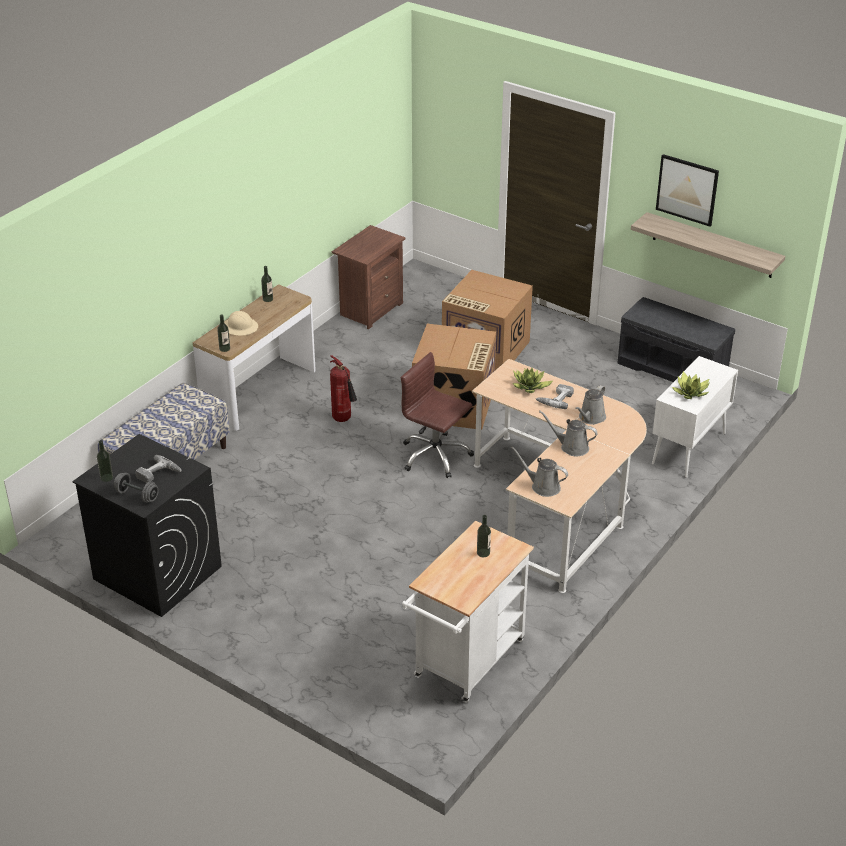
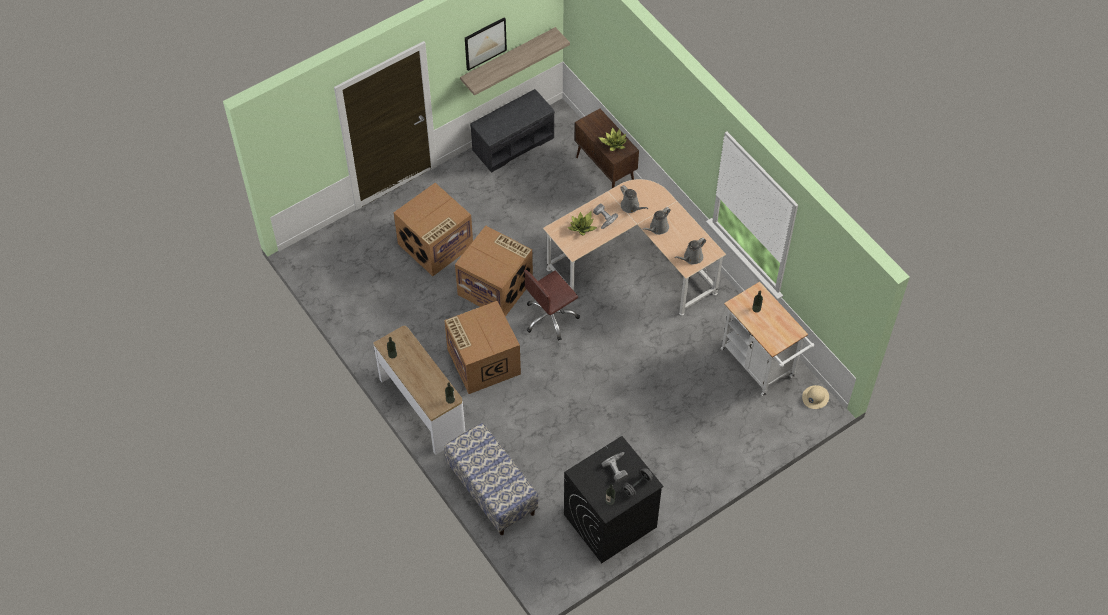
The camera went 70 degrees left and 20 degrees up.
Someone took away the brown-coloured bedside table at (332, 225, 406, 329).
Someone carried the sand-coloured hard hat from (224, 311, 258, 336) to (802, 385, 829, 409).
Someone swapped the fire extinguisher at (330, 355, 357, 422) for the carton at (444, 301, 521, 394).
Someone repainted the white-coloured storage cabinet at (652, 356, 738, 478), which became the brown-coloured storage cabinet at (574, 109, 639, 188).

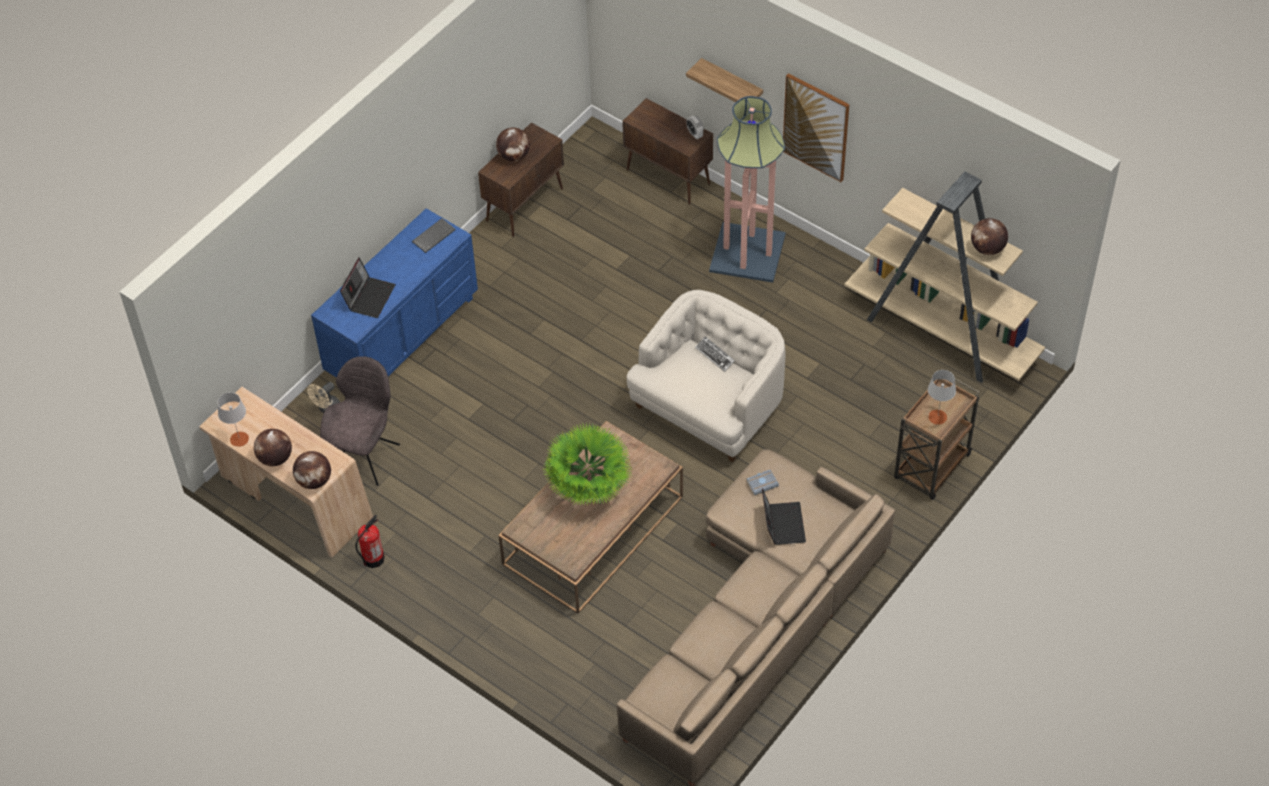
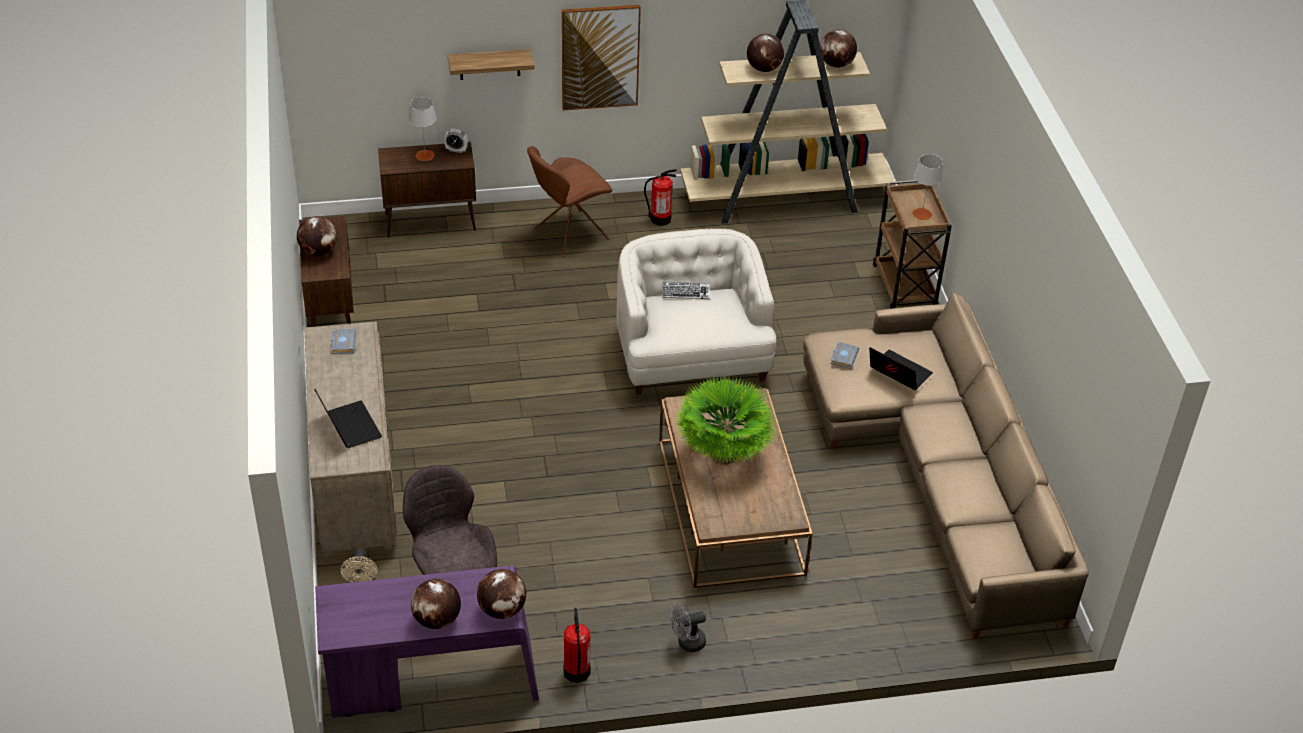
The camera went 50 degrees left and 10 degrees down.
Someone put down the fire extinguisher at (644, 169, 677, 226).
Someone put down the gray electric fan at (670, 604, 706, 652).
Someone put down the desk globe at (747, 34, 784, 72).
Someone carried the gray lamp for a table from (218, 392, 249, 447) to (408, 97, 437, 161).
Someone swapped the computer keyboard at (412, 218, 456, 253) for the gray bound book at (331, 329, 356, 354).
Someone swapped the standing lamp at (709, 96, 786, 283) for the brown-coloured upright chair at (527, 146, 612, 257).
Someone repainted the sand-coloured desk table at (199, 387, 373, 558), which became the purplish desk table at (315, 565, 539, 718).
Someone repainted the blue dresser at (311, 208, 478, 378), which became the sand-coloured dresser at (304, 321, 397, 557).

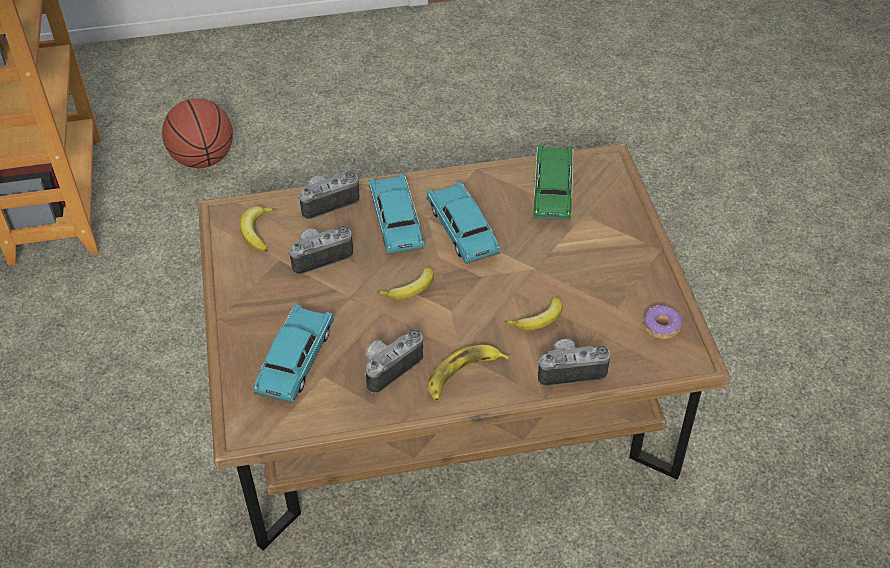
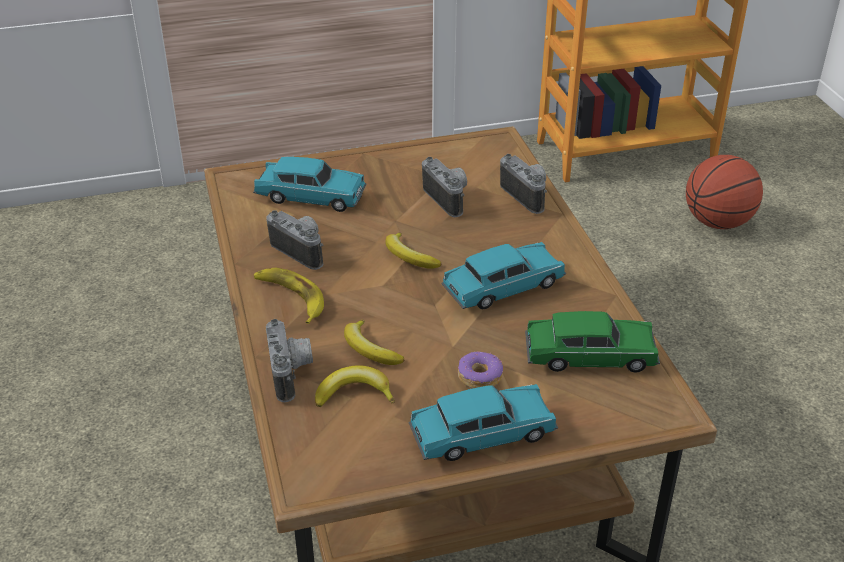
The camera went 85 degrees right and 10 degrees down.
Someone carried the banana from (240, 206, 275, 252) to (315, 365, 395, 407).
Someone carried the turquoise-coloured model car from (369, 174, 425, 255) to (409, 384, 558, 461).
Someone carried the ring doughnut from (643, 305, 682, 339) to (457, 351, 503, 389).

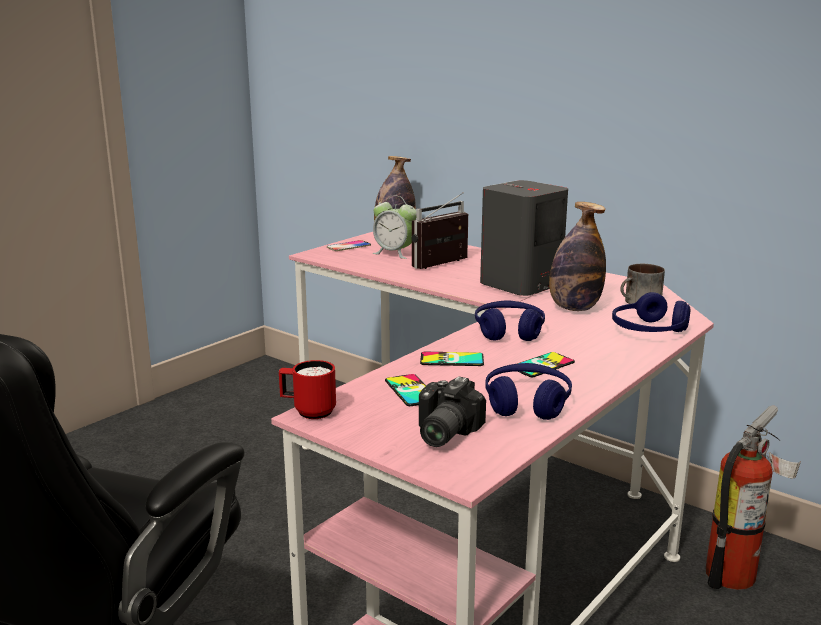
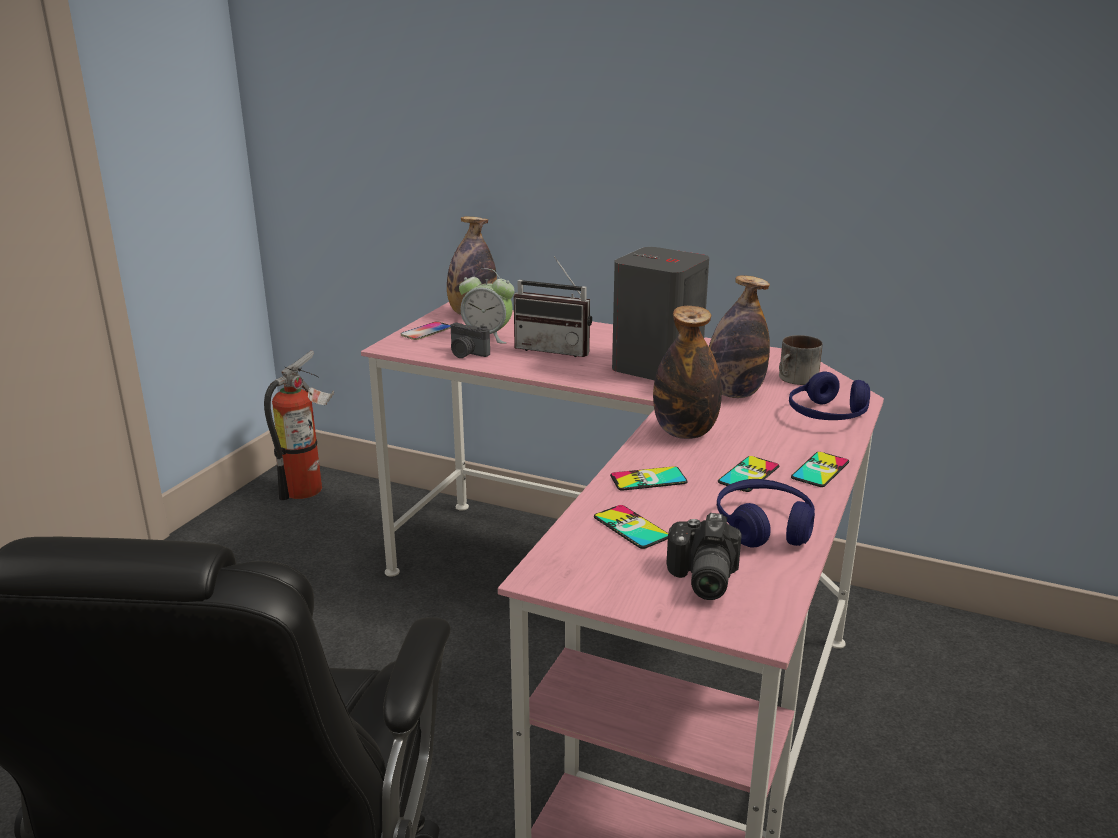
The camera went 15 degrees left and 5 degrees up.
Someone took away the reddish coffee mug at (279, 360, 336, 419).
Someone put down the still camera at (451, 323, 490, 358).
Someone put down the phone at (791, 452, 849, 487).
Someone carried the fire extinguisher from (706, 406, 801, 590) to (264, 351, 334, 500).
Someone swapped the blue pair of headphones at (475, 301, 545, 341) for the beverage bottle at (653, 306, 722, 439).
Someone rotated the radio set at (411, 192, 468, 269) by 105 degrees counterclockwise.

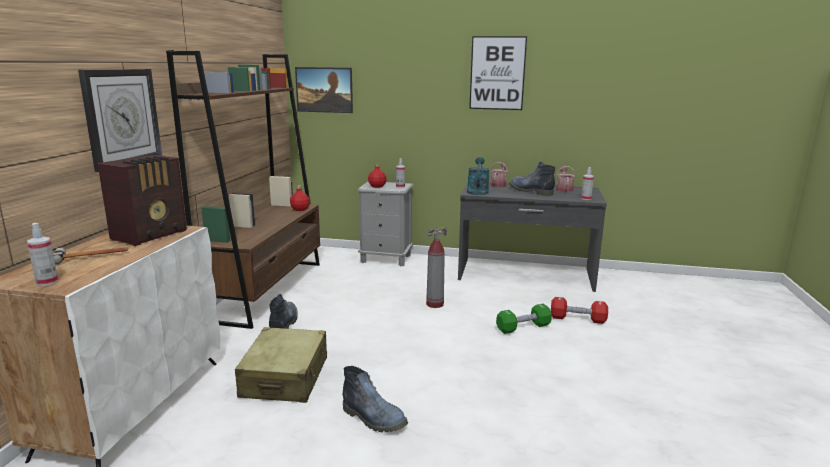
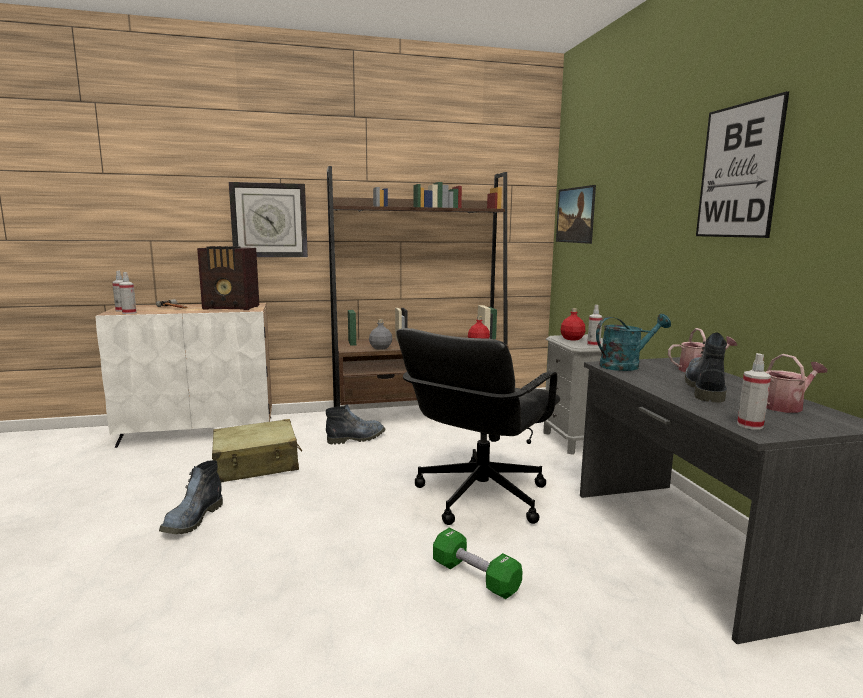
The camera went 65 degrees right and 5 degrees down.
Someone took away the reddish dumbbell at (551, 297, 608, 324).
Someone put down the spray bottle at (119, 272, 137, 314).
Someone put down the gray beverage bottle at (369, 319, 392, 350).
Someone swapped the fire extinguisher at (426, 227, 447, 308) for the blackish computer chair at (396, 328, 560, 525).

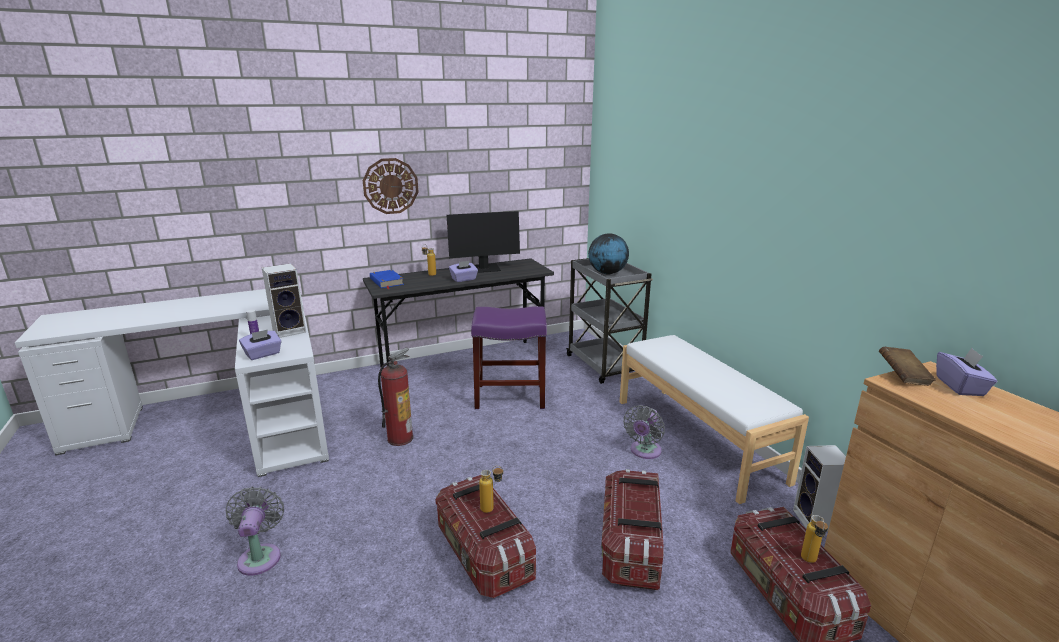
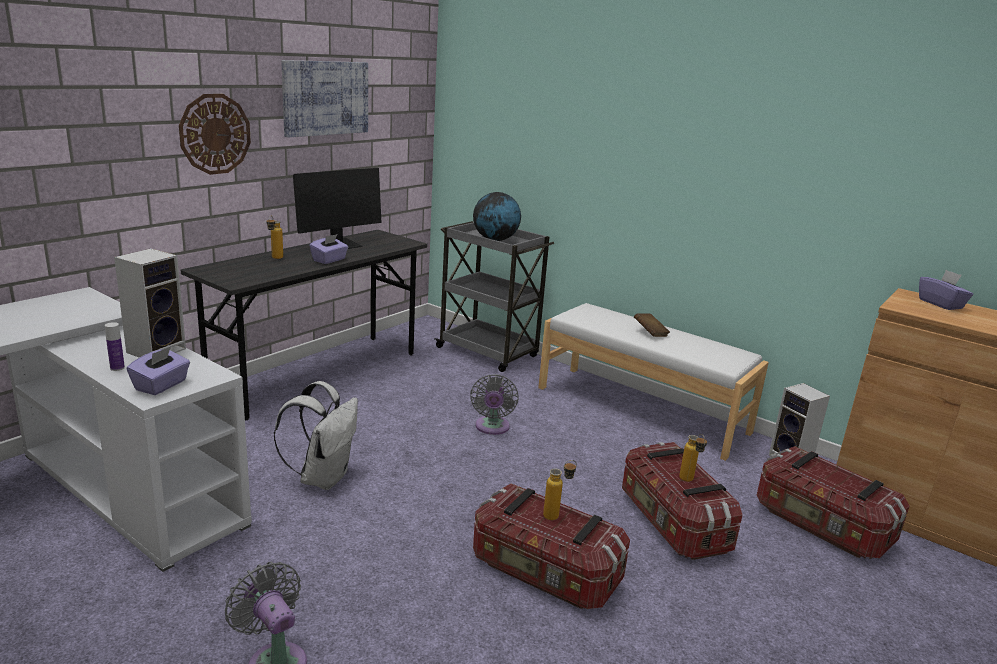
The camera went 30 degrees left and 0 degrees up.
Someone took away the blue bound book at (370, 270, 404, 289).
Someone took away the purplish stool at (471, 306, 547, 409).
Someone put up the picture at (281, 60, 368, 137).
Someone carried the gray electric fan from (623, 405, 665, 459) to (470, 374, 518, 435).
Someone carried the beverage bottle from (801, 515, 828, 563) to (679, 434, 707, 482).
Someone carried the brown-coloured bound book from (879, 347, 936, 386) to (634, 313, 670, 337).
Someone swapped the fire extinguisher at (378, 348, 413, 446) for the white-coloured rucksack at (274, 381, 358, 490).

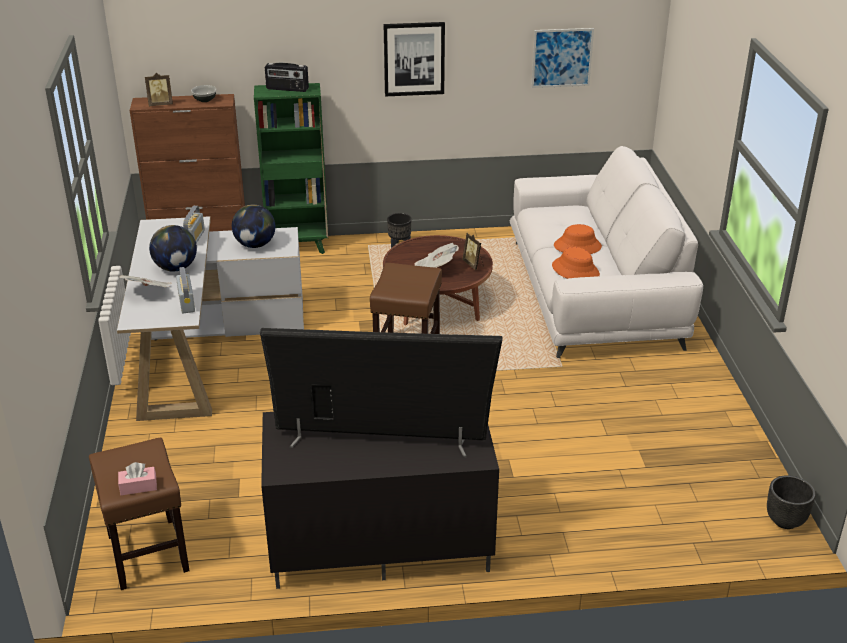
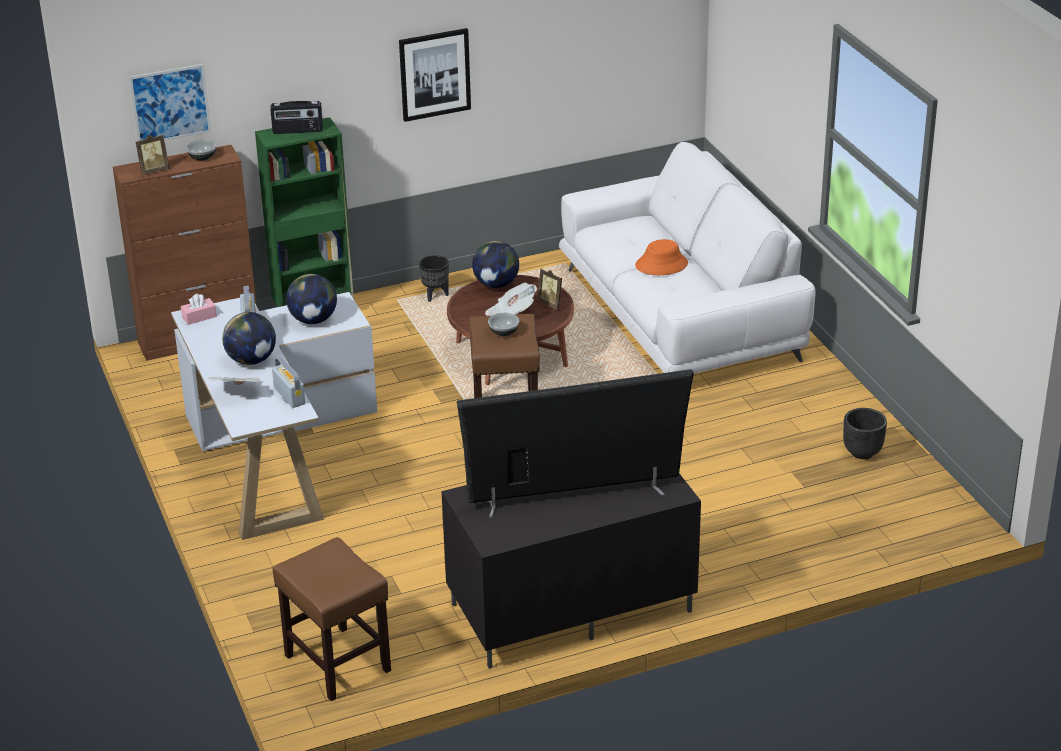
The camera went 15 degrees left and 0 degrees up.
Someone took away the orange clothing hat at (552, 247, 600, 279).
Someone put down the desk globe at (472, 241, 519, 288).
Someone put down the deep dish at (488, 313, 519, 336).
Someone carried the pinkish box of tissues from (118, 462, 157, 495) to (181, 294, 217, 325).
Someone carried the picture from (531, 28, 594, 88) to (129, 64, 211, 141).
Someone carried the blackish planter from (767, 475, 816, 529) to (843, 408, 887, 459).

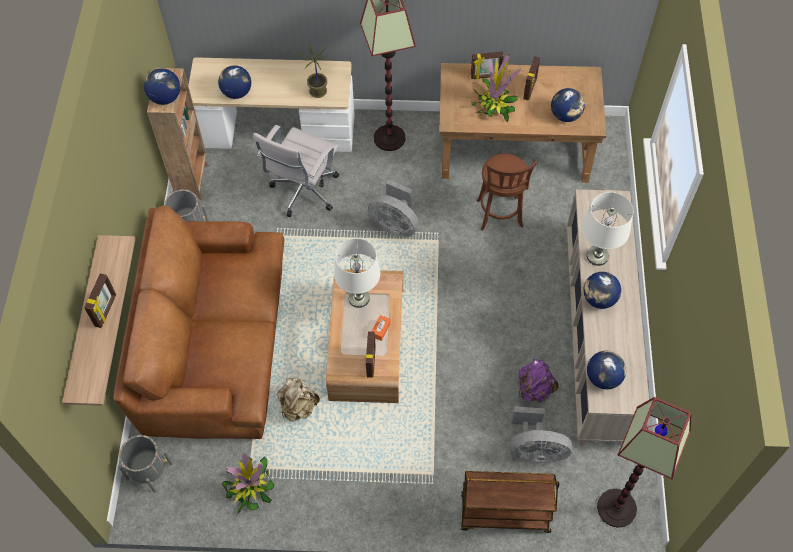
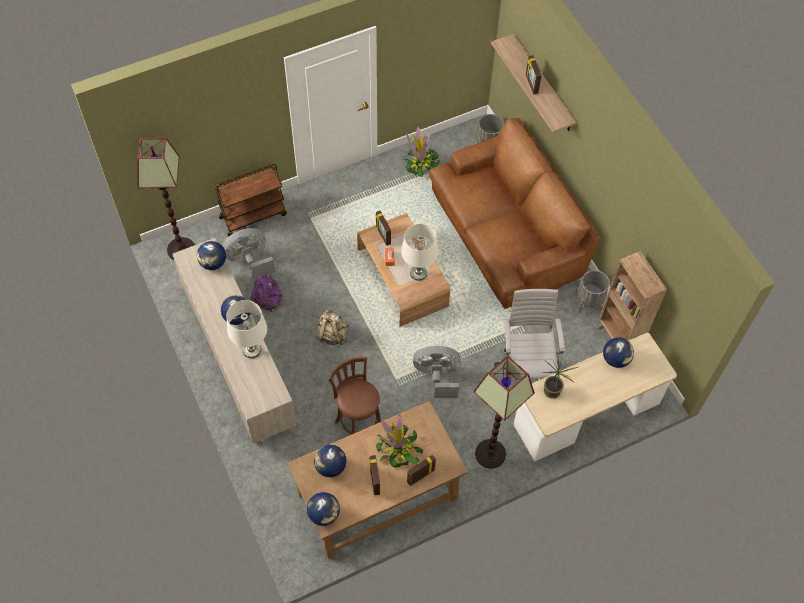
The camera went 150 degrees right and 0 degrees up.
Someone carried the desk globe from (144, 68, 181, 105) to (307, 492, 340, 526).
Someone carried the sand-coloured rucksack from (277, 377, 320, 422) to (317, 309, 348, 345).

